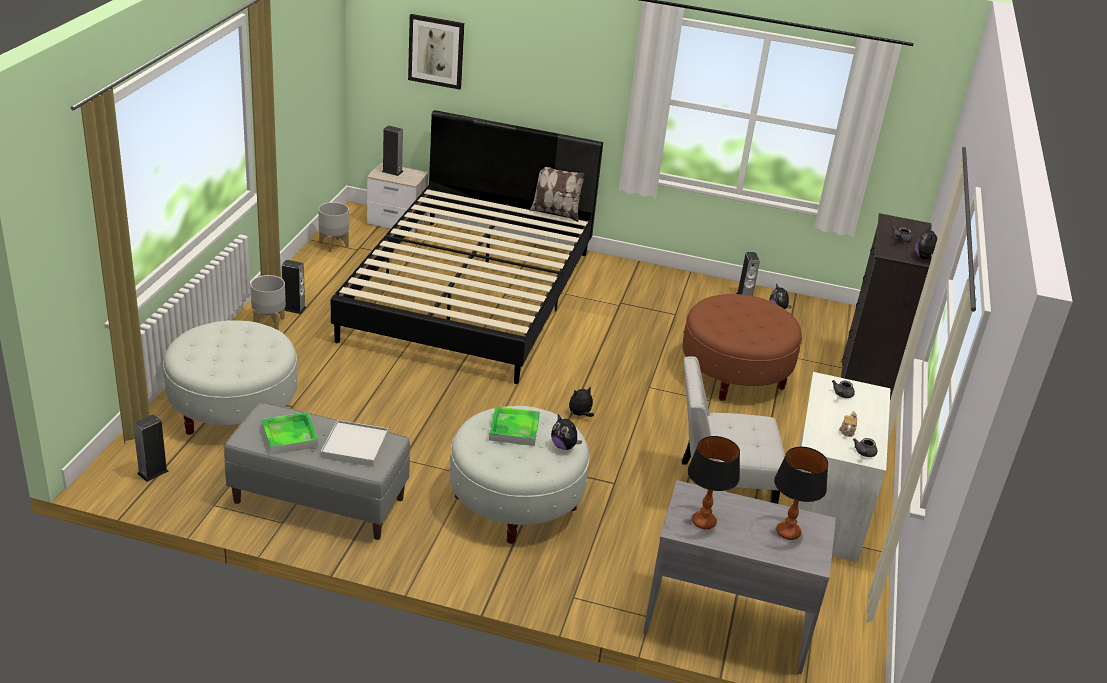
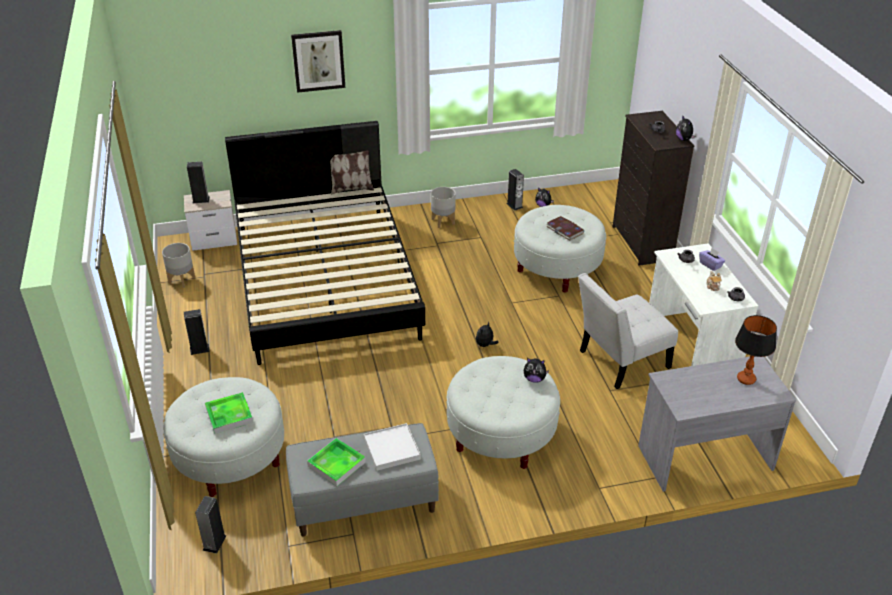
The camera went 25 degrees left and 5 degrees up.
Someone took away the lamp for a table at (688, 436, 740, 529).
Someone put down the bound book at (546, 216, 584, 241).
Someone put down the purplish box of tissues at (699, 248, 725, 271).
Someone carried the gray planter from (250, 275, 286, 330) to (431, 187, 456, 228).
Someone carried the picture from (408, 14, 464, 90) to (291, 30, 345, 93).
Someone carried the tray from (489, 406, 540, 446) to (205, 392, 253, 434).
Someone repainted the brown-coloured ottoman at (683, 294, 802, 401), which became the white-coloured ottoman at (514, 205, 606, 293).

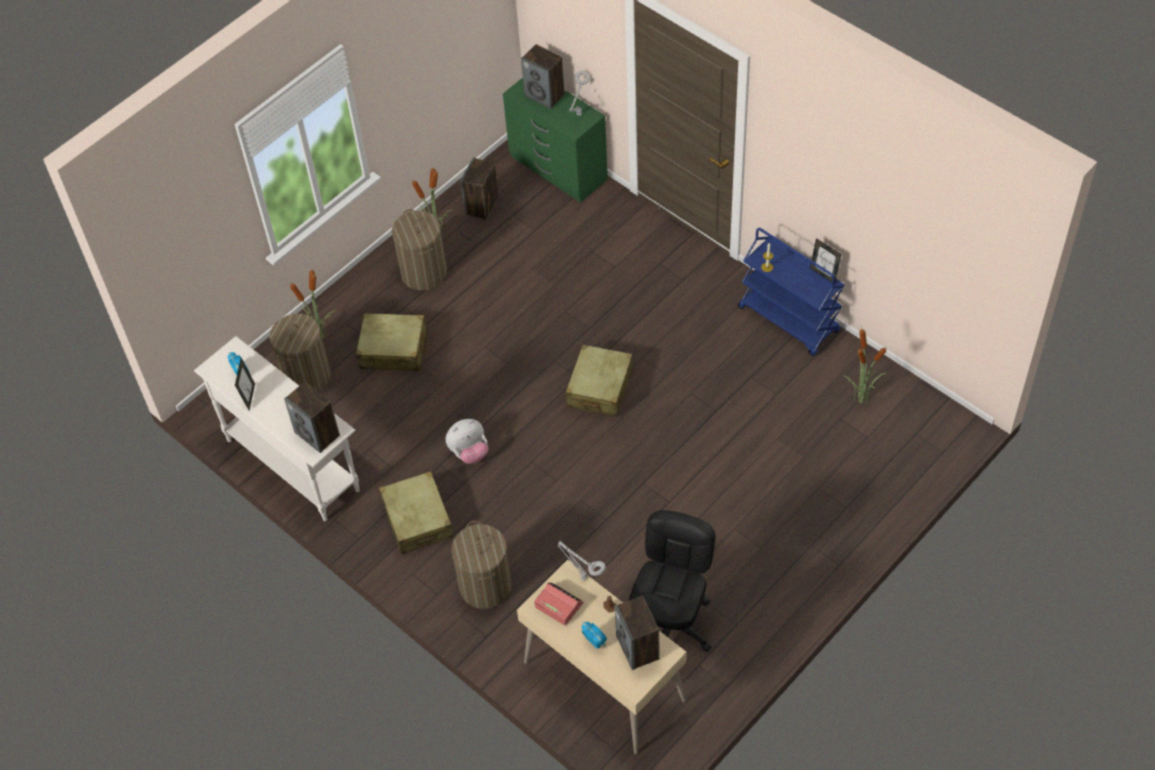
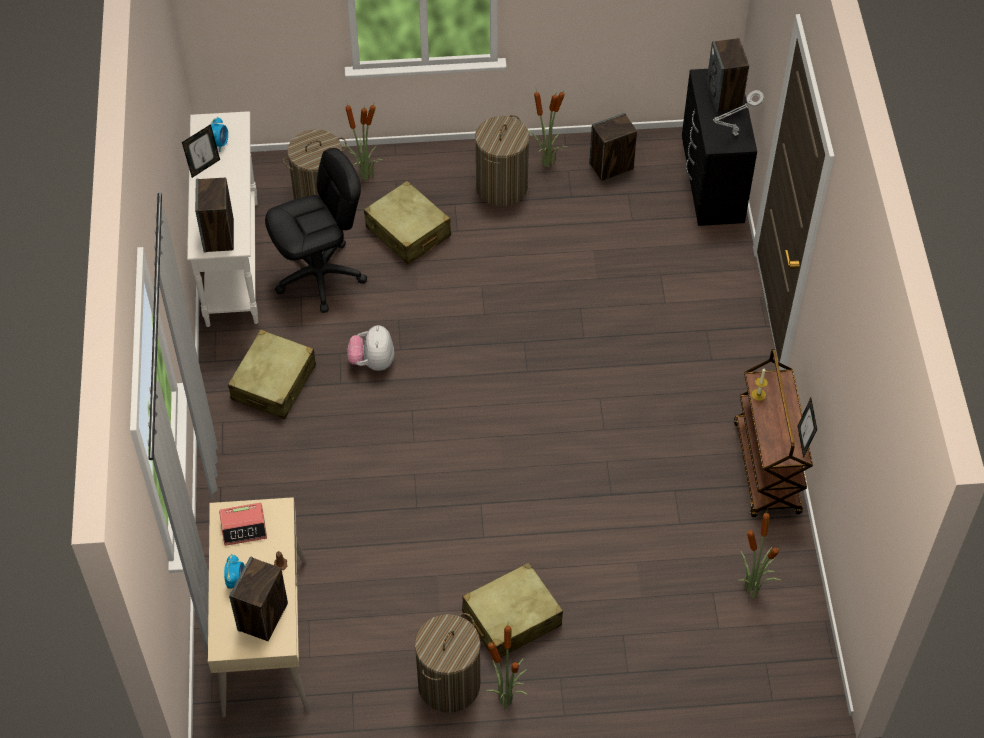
The camera went 40 degrees right and 0 degrees up.
Someone took away the gray lamp for a table at (558, 541, 606, 581).
Someone put down the potted plant at (486, 625, 527, 709).
Someone carried the hamper from (451, 521, 512, 609) to (415, 613, 481, 713).
Someone carried the sand-coloured suitcase from (565, 344, 633, 417) to (462, 562, 563, 657).
Someone carried the blackish computer chair from (628, 510, 716, 652) to (265, 148, 367, 313).
Someone repainted the green dresser at (503, 78, 608, 203), which became the blackish dresser at (682, 69, 757, 226).
Someone repainted the blue trolley at (738, 228, 845, 356), which became the brown-coloured trolley at (734, 349, 813, 517).
Someone rotated the plush toy at (446, 419, 488, 464) by 75 degrees clockwise.
Someone rotated the bedside clock at (534, 583, 583, 626) by 90 degrees clockwise.

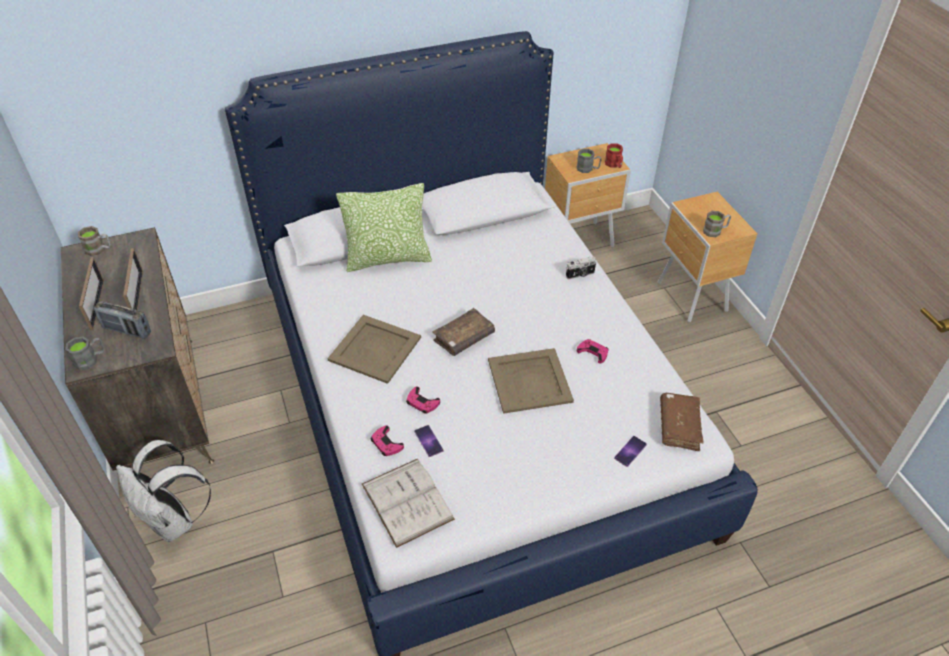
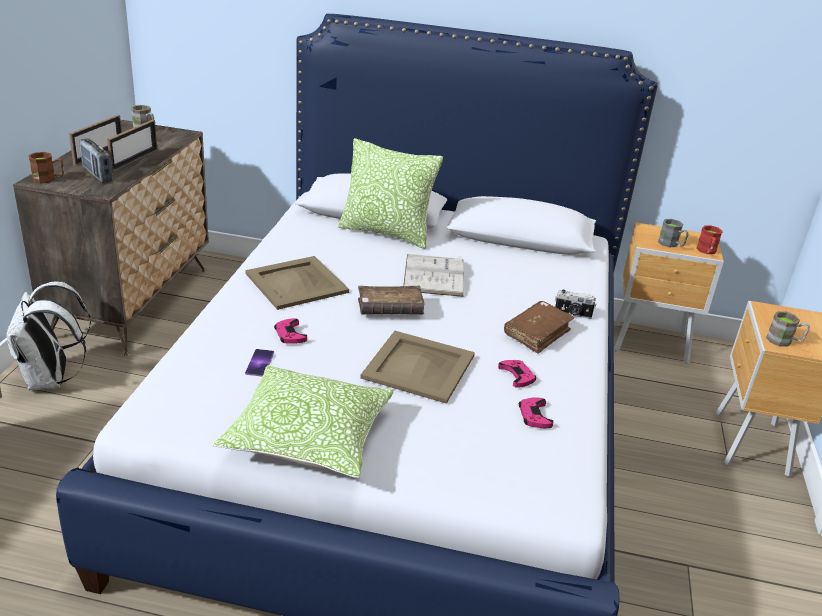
The camera went 30 degrees right and 15 degrees down.
Someone took away the phone at (614, 436, 647, 467).
Someone put down the pillow at (213, 365, 394, 479).
Someone carried the white-coloured bound book from (362, 459, 455, 548) to (403, 254, 464, 297).
Someone carried the pinkish joypad from (371, 425, 404, 456) to (519, 398, 554, 428).
Someone carried the brown-coloured bound book from (660, 393, 704, 451) to (504, 301, 574, 354).
Someone repainted the gray coffee mug at (65, 337, 104, 370), which became the brown-coloured coffee mug at (29, 152, 64, 184).

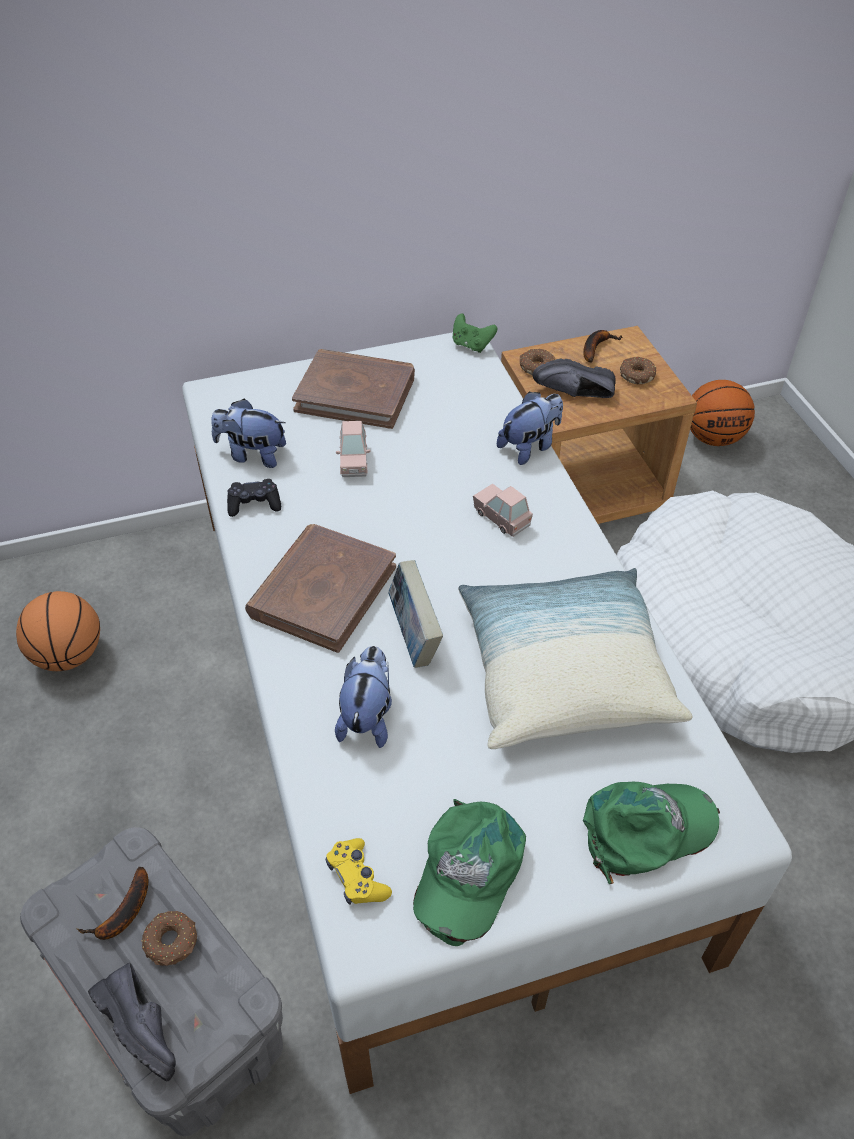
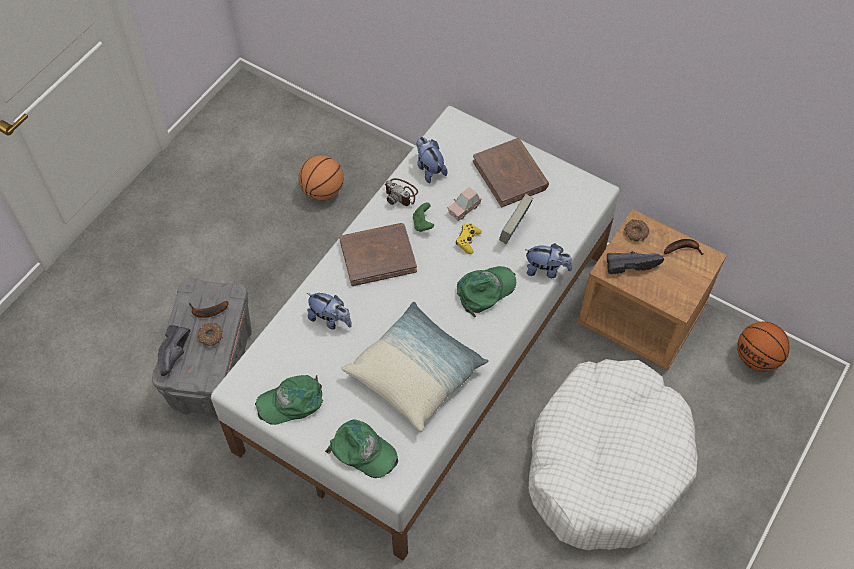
The camera went 50 degrees right and 10 degrees up.
Someone took away the ring doughnut at (620, 356, 657, 384).
Someone carried the yellow-coloured joypad from (326, 838, 392, 905) to (456, 223, 482, 254).
Someone carried the bound book from (388, 560, 443, 668) to (499, 194, 533, 244).
Someone carried the green joypad from (453, 313, 497, 353) to (413, 202, 434, 232).
Someone swapped the blackish joypad at (227, 479, 281, 517) for the still camera at (384, 178, 418, 206).
Someone swapped the pinkish model car at (473, 484, 533, 537) for the green peaked cap at (457, 266, 516, 317).
Someone rotated the plush toy at (335, 646, 392, 748) by 60 degrees clockwise.
Someone rotated the blackish low shoe at (533, 359, 616, 398) by 120 degrees clockwise.

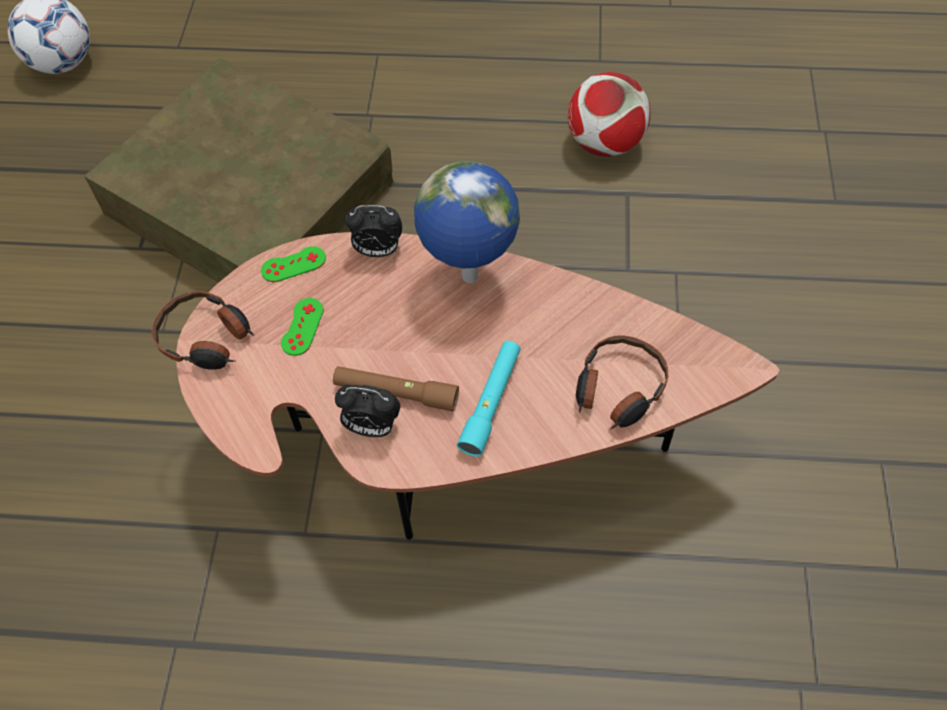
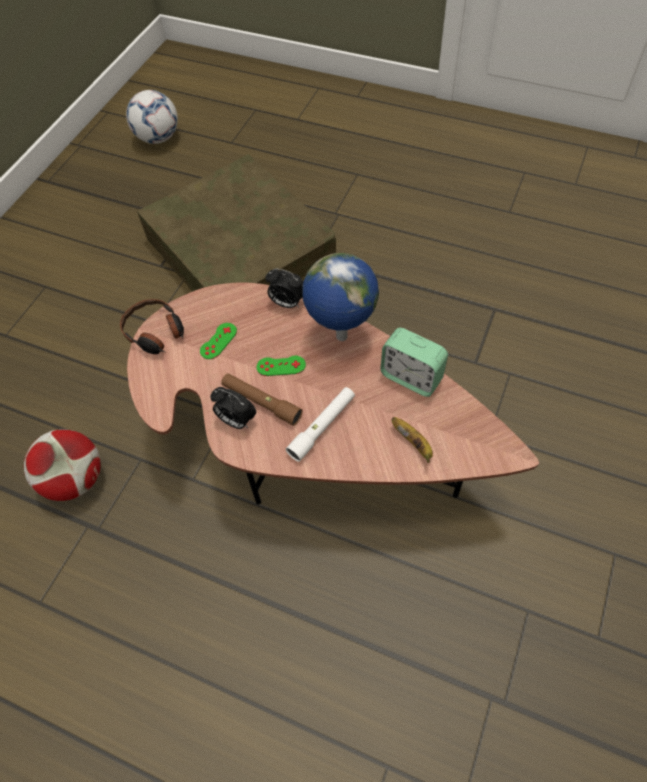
The camera went 20 degrees right and 0 degrees up.
Someone put down the bedside clock at (380, 328, 448, 397).
Someone carried the green joypad from (261, 246, 326, 282) to (257, 356, 306, 376).
Someone carried the football from (568, 72, 651, 157) to (24, 430, 101, 501).
Someone swapped the pair of headphones at (576, 335, 668, 429) for the banana at (391, 417, 433, 463).
Someone repainted the turquoise-coloured torch at (457, 341, 521, 457), which became the white-coloured torch at (286, 387, 355, 462).

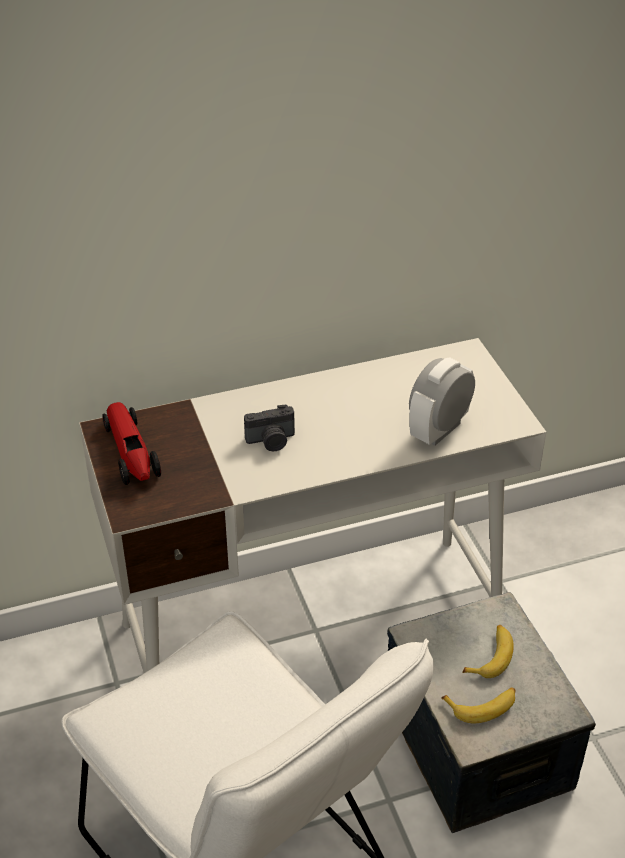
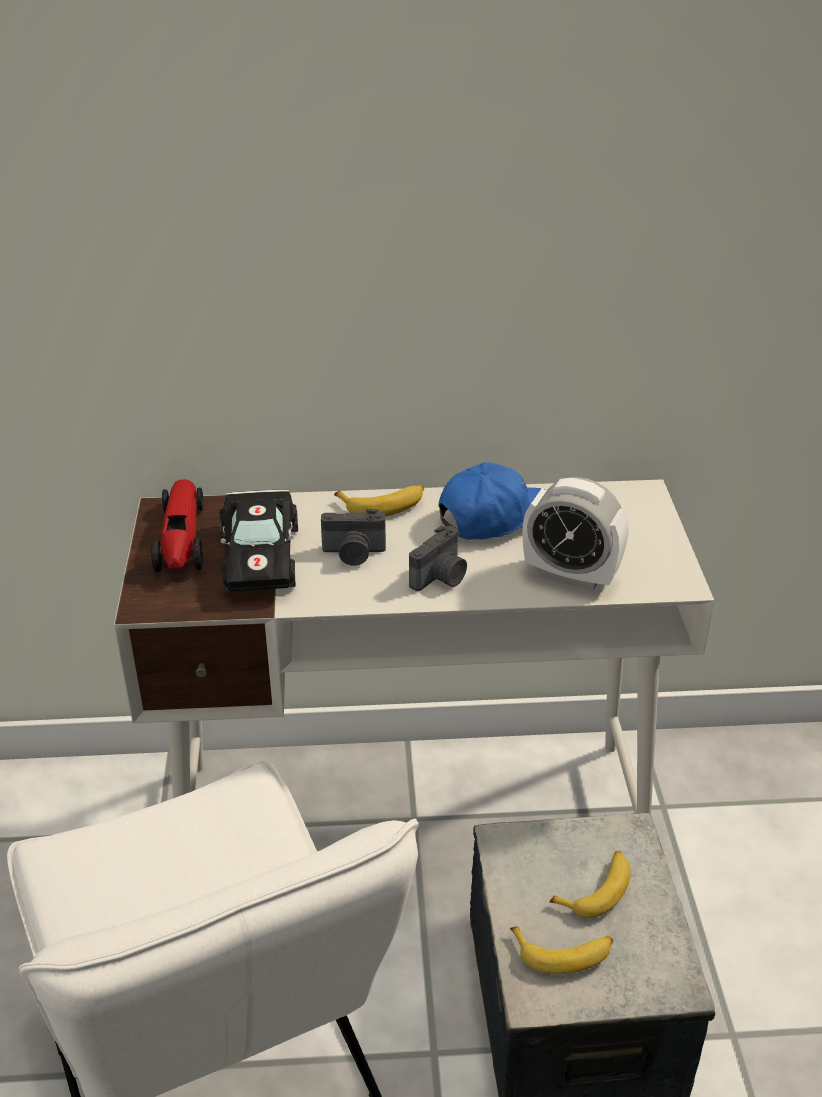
The camera went 15 degrees right and 5 degrees down.
Someone put down the blackish model car at (219, 489, 298, 591).
Someone put down the banana at (334, 485, 424, 517).
Someone put down the still camera at (409, 525, 467, 591).
Someone put down the blue peaked cap at (438, 462, 542, 540).
Someone rotated the bedside clock at (409, 357, 475, 446) by 120 degrees counterclockwise.

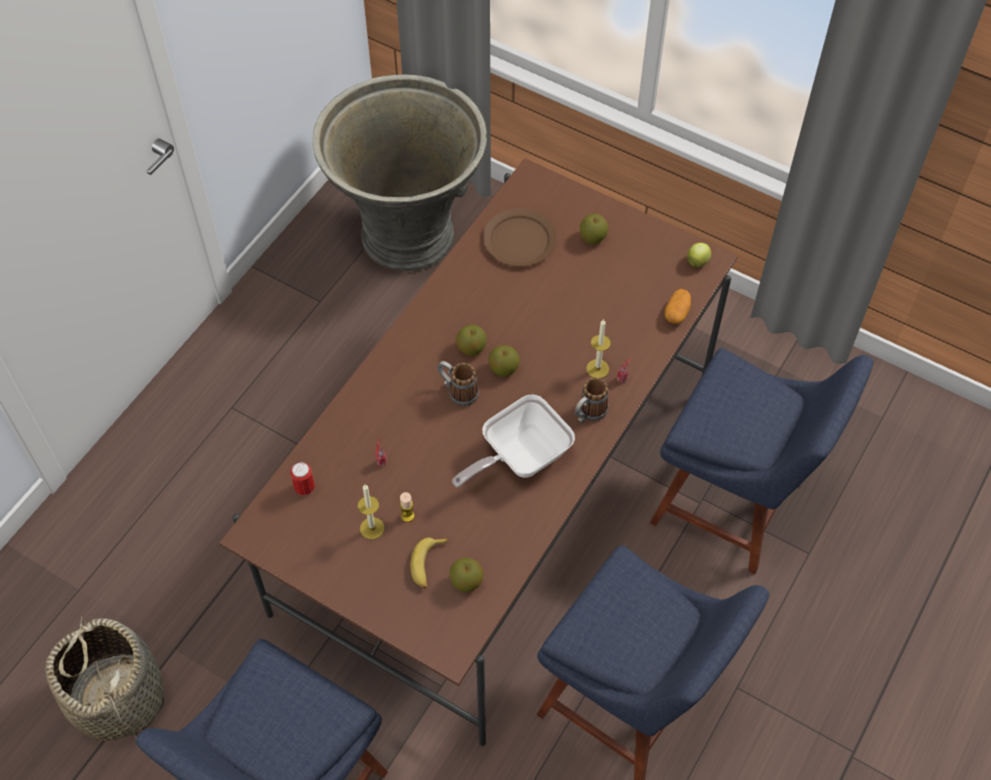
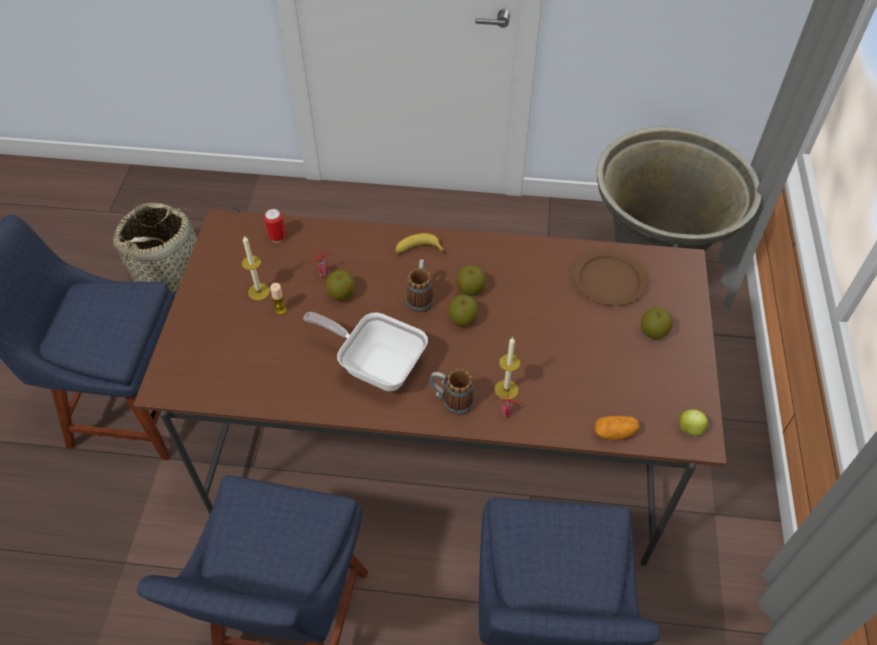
The camera went 65 degrees right and 5 degrees down.
Someone carried the banana from (410, 537, 448, 589) to (394, 233, 446, 254).
Someone carried the apple fruit from (449, 557, 483, 592) to (325, 270, 355, 301).

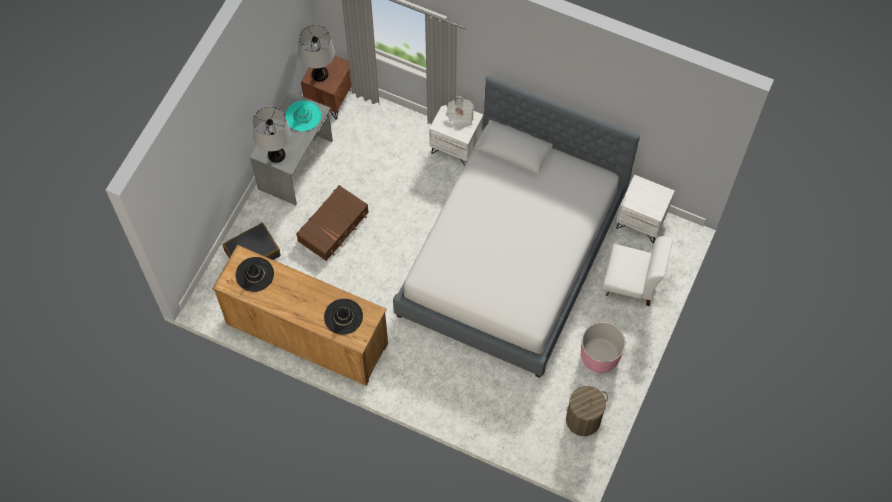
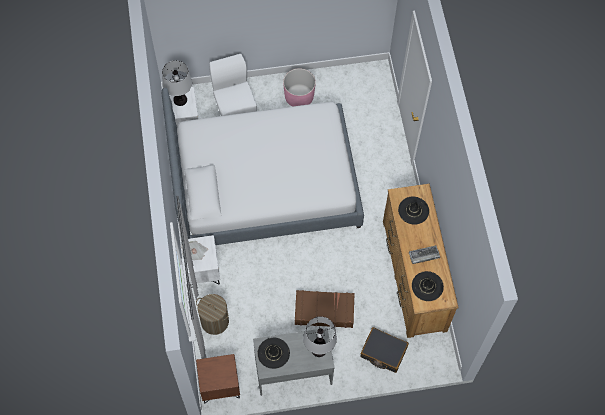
The camera went 125 degrees left and 0 degrees up.
Someone put down the computer keyboard at (409, 245, 440, 264).
Someone carried the lamp for a table from (299, 25, 335, 81) to (162, 61, 192, 106).
Someone carried the hamper from (566, 386, 608, 436) to (196, 294, 229, 335).
Someone repainted the turquoise-coloured clothing hat at (285, 100, 321, 131), which became the blackish clothing hat at (257, 338, 290, 369).

